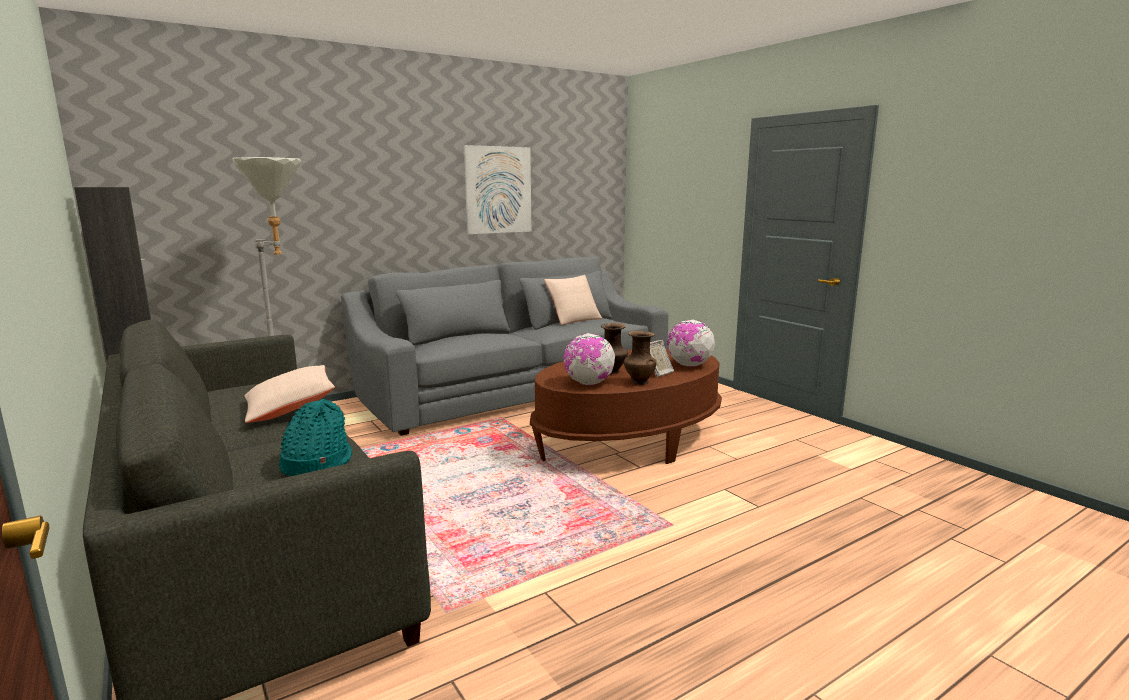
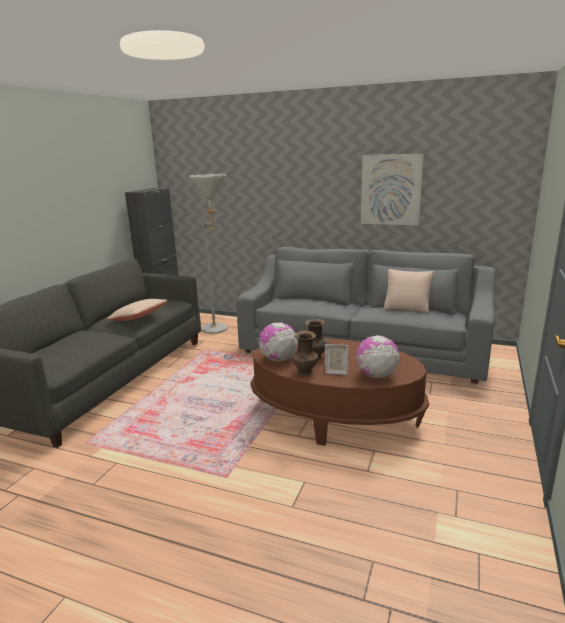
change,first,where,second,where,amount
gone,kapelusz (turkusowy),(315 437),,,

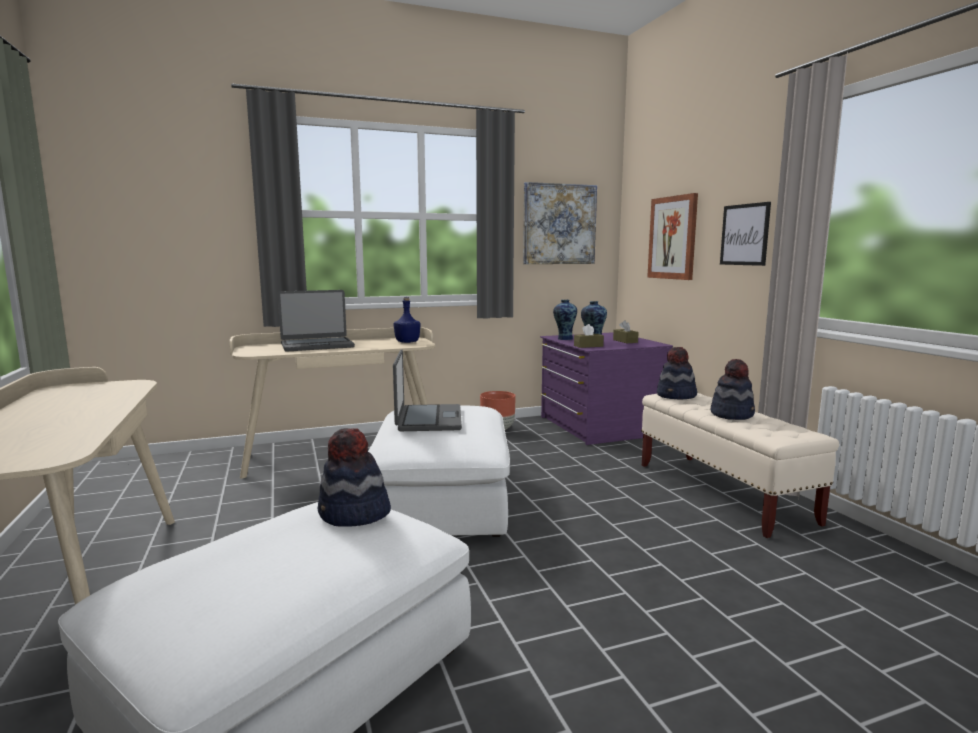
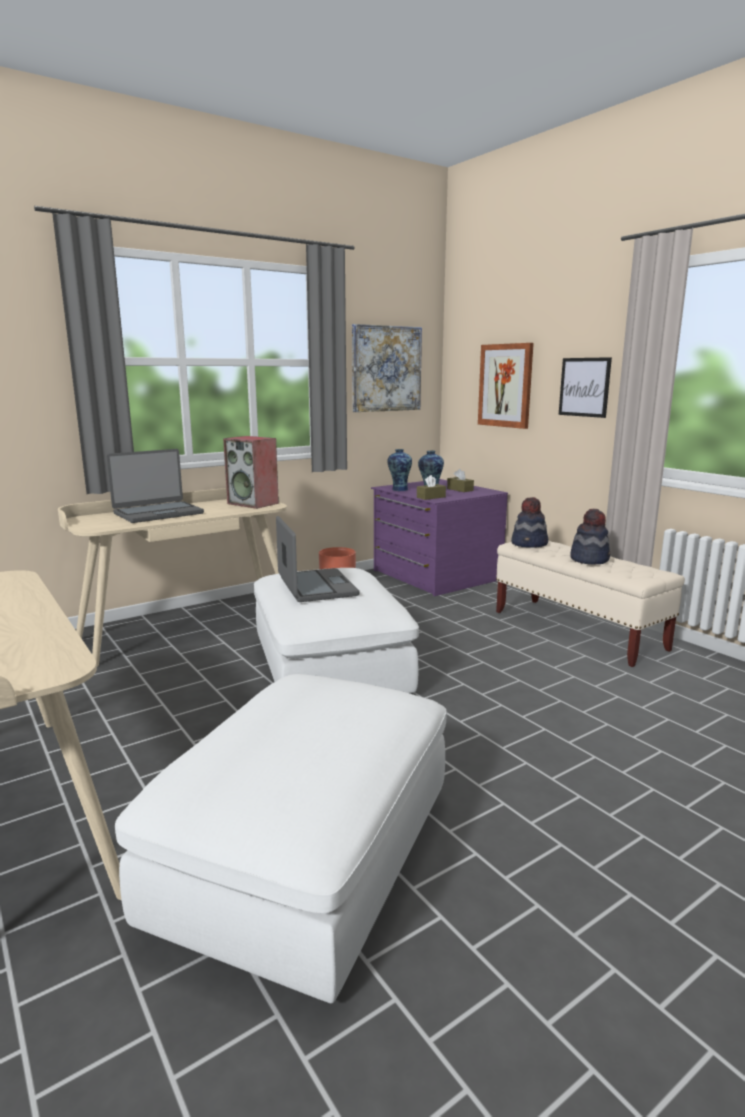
change,first,where,second,where,amount
swapped,butelka (niebieski),(407 320),głośnik,(251 472),
gone,kapelusz,(354 477),,,

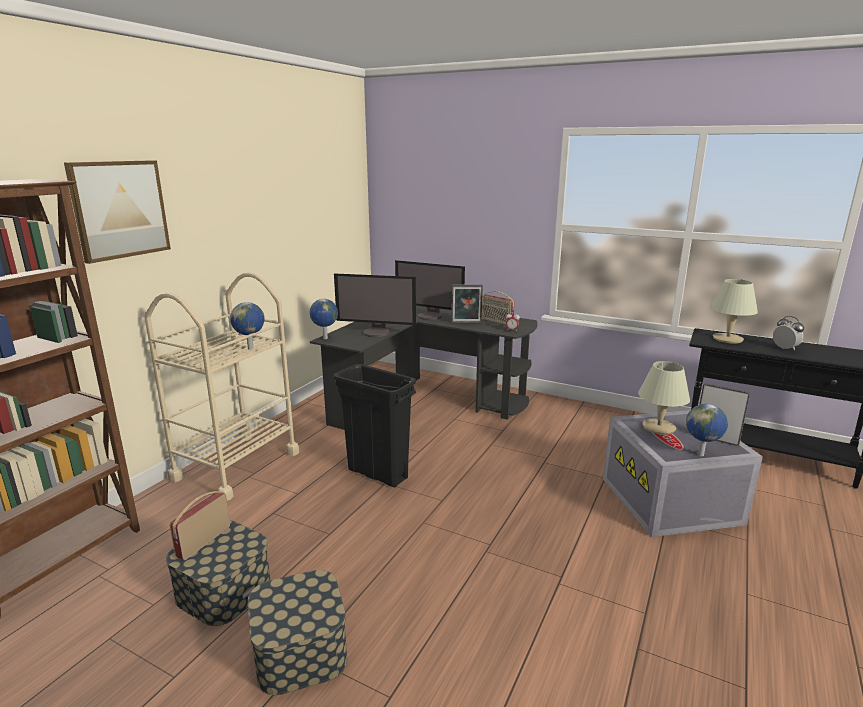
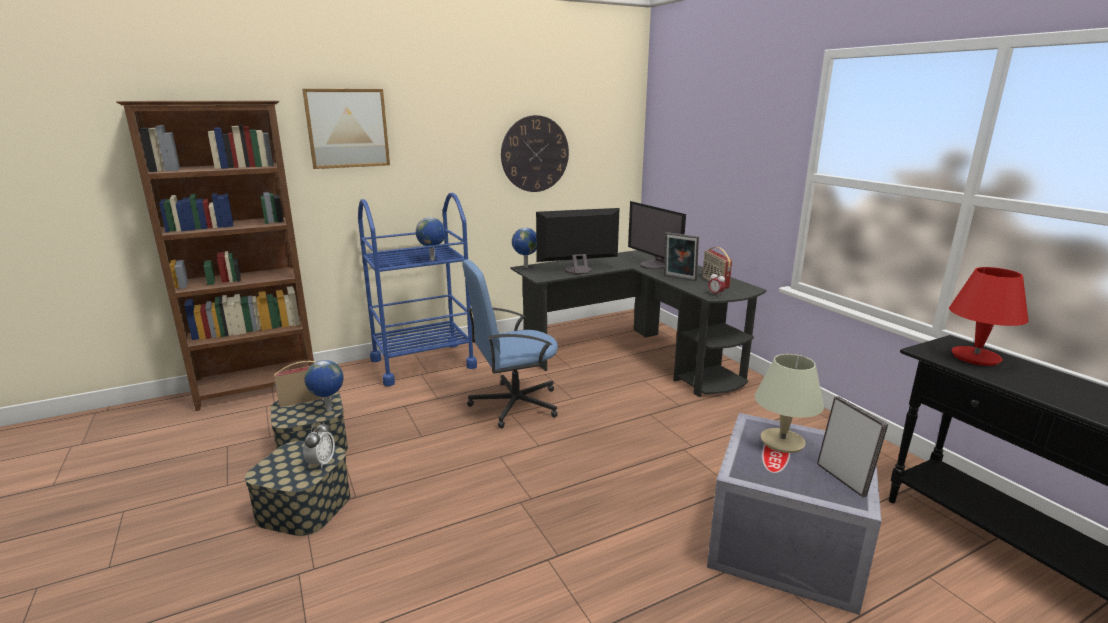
change,first,where,second,where,amount
shifted,budzik,(788 333),,(319 445),
shifted,globus,(707 430),,(324 385),
repainted,wózek (beżowy),(221 386),wózek (niebieski),(417 289),
swapped,kosz na śmieci (czarny),(375 425),krzesło biurowe (niebieski),(510 343),
new,,,zegar ścienny,(535 153),
rotated,monitor,(375 305),,(578 241),120 degrees clockwise
repainted,lampa stołowa (beżowy),(734 311),lampa stołowa (czerwony),(988 316),

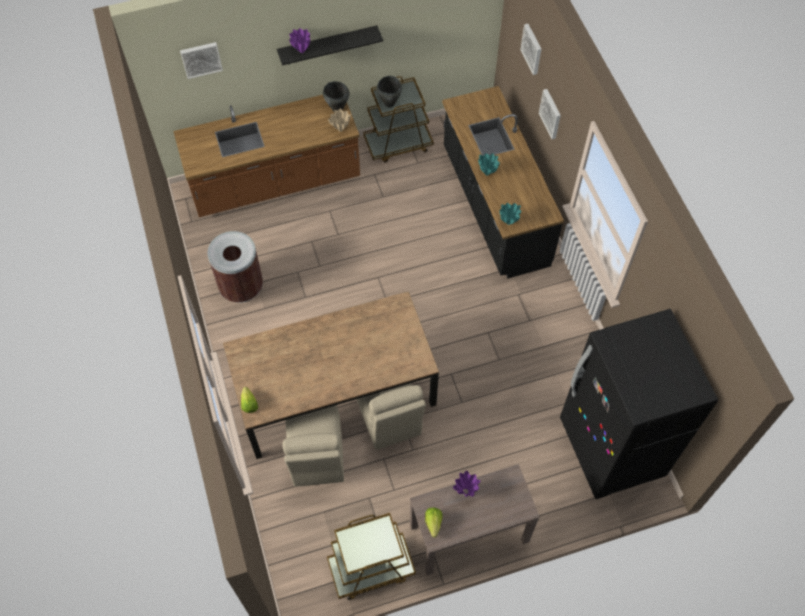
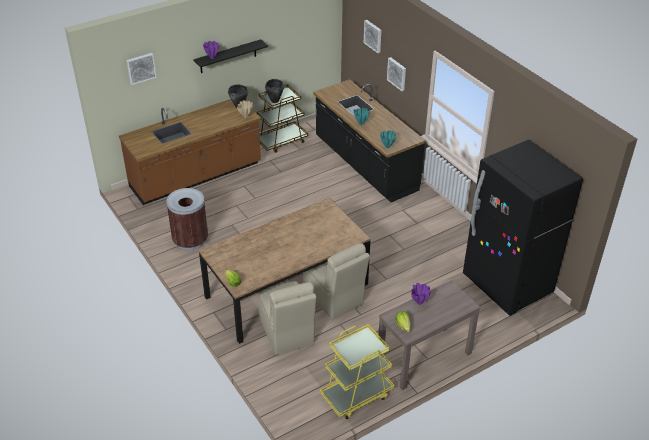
change,first,where,second,where,amount
repainted,wózek (brązowy),(371 556),wózek (żółty),(357 371),

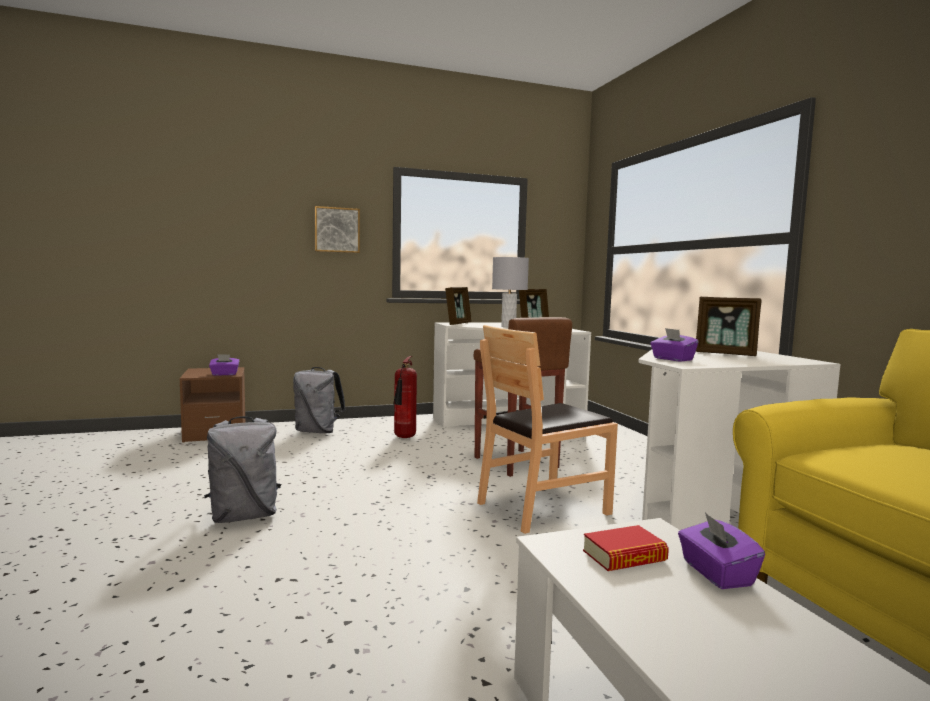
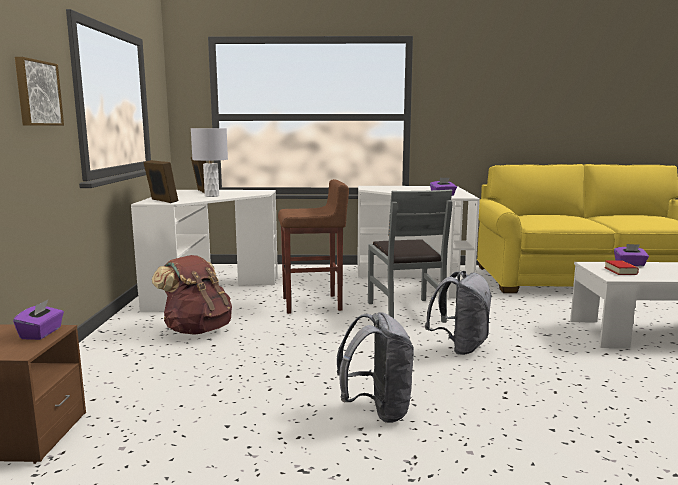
change,first,where,second,where,amount
swapped,gaśnica,(405 397),plecak (brązowy),(192 295),
repainted,krzesło (brązowy),(547 429),krzesło (szary),(410 256),
shifted,plecak (szary),(319 400),,(458 313),
gone,ramka na zdjęcie,(728 326),,,

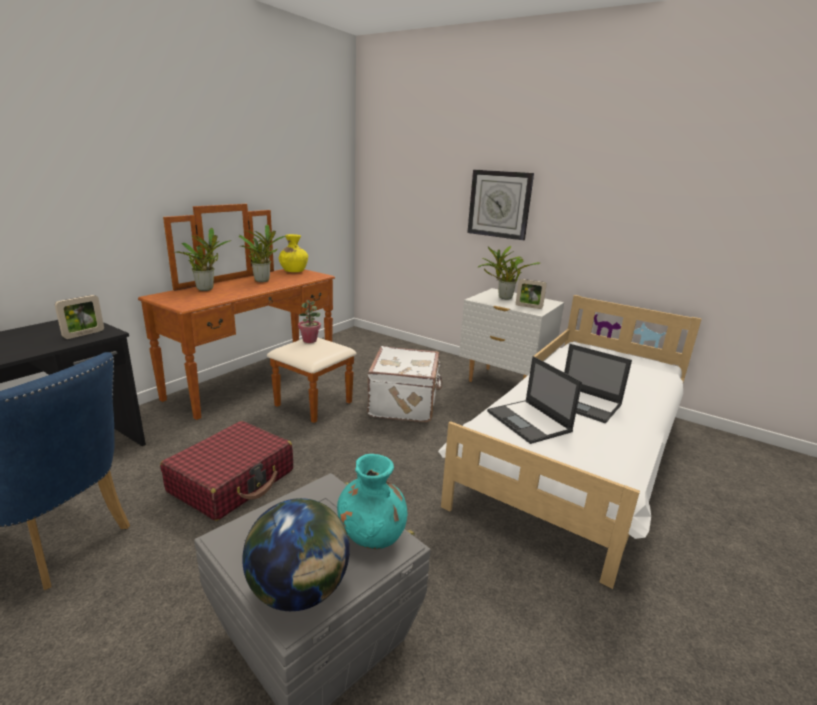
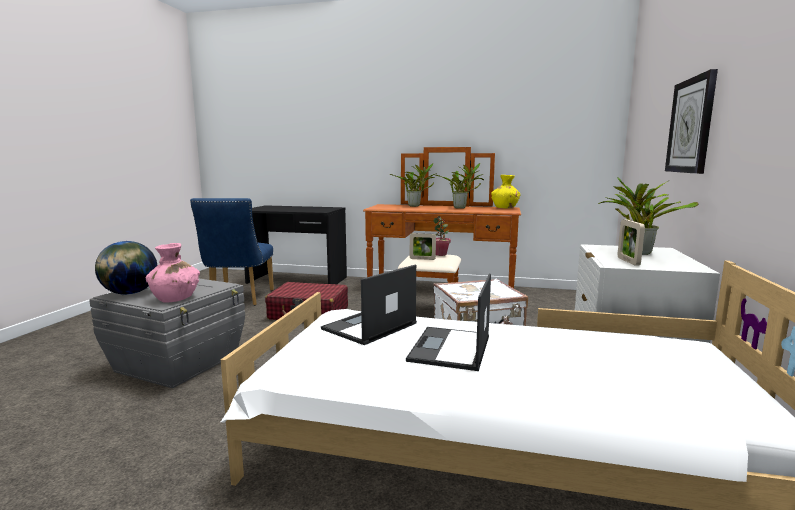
change,first,where,second,where,amount
repainted,wazon (turkusowy),(372 501),wazon (różowy),(173 273),
shifted,ramka na zdjęcie,(79 317),,(423 246),

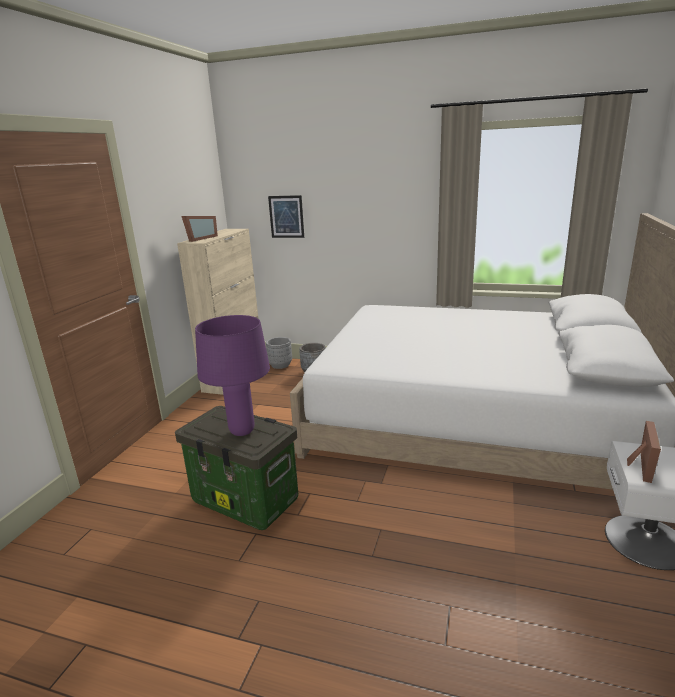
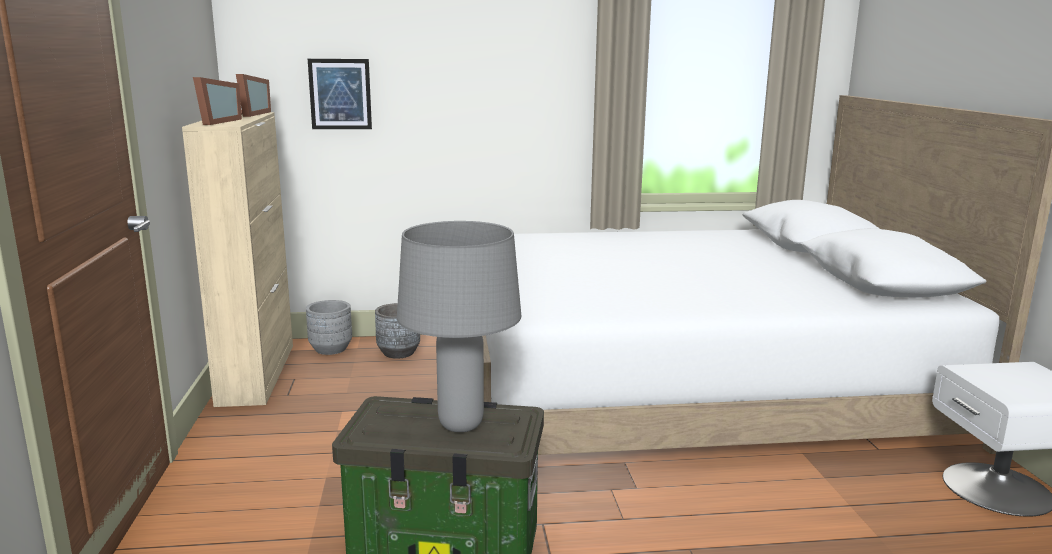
change,first,where,second,where,amount
shifted,ramka na zdjęcie,(644 452),,(253 95),
repainted,lampa stołowa (fioletowy),(232 375),lampa stołowa (szary),(459 326),

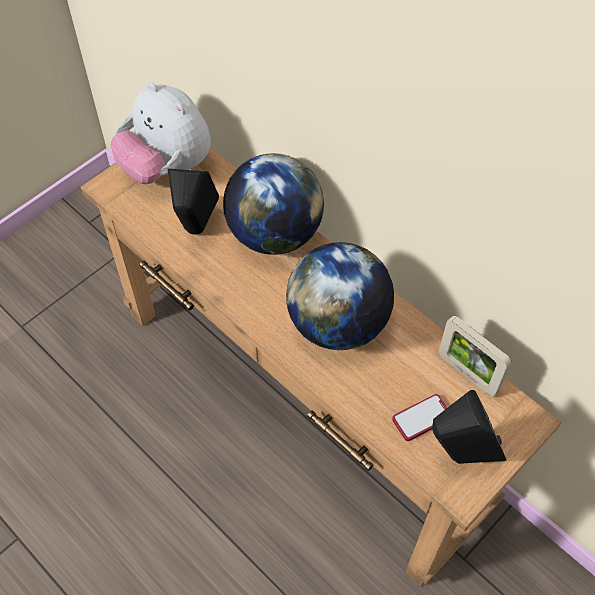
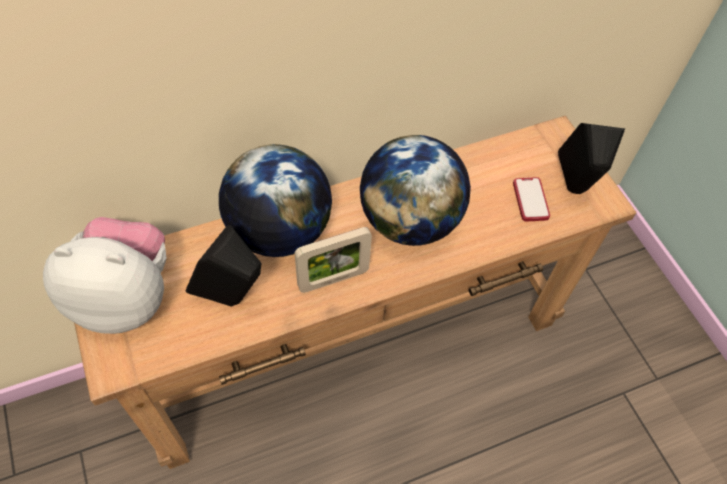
change,first,where,second,where,amount
rotated,pluszak,(161 133),,(105 275),150 degrees counterclockwise
shifted,ramka na zdjęcie,(475 356),,(333 260),

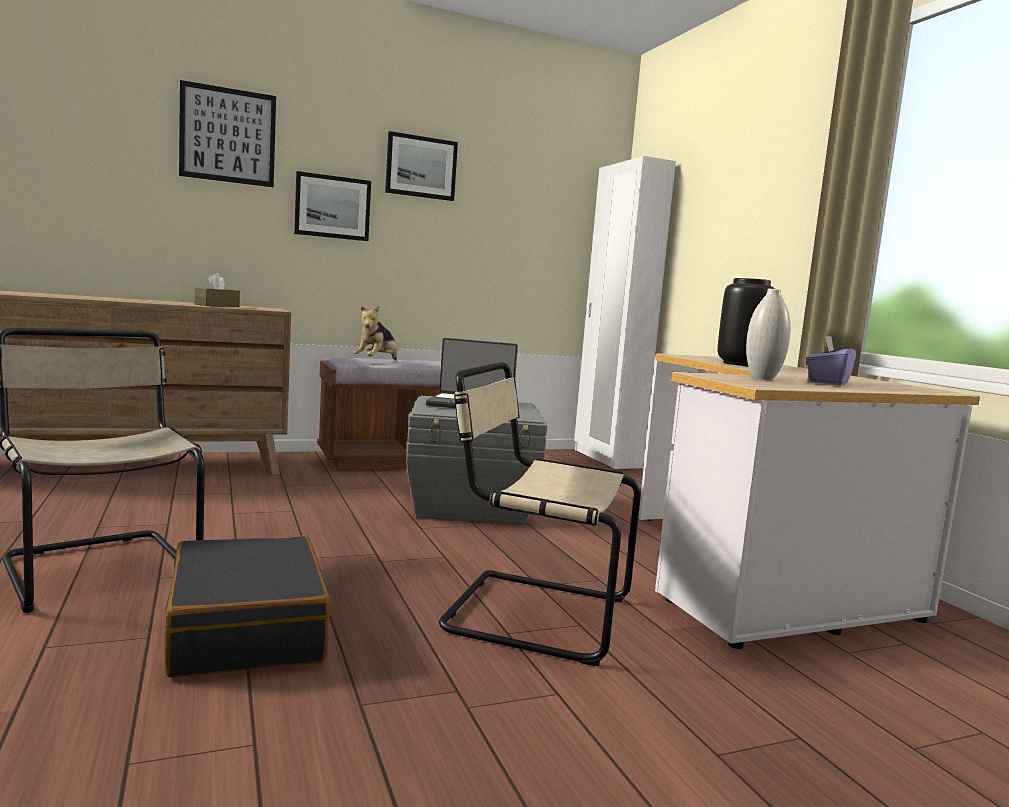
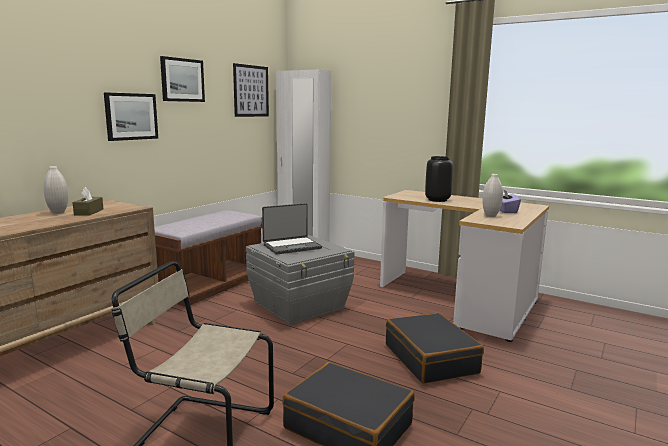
change,first,where,second,where,amount
new,,,wazon (biały),(55 190),
shifted,obraz,(227 133),,(251 90),
swapped,krzesło (beżowy),(540 514),walizka (czarny),(435 348),
gone,pluszak,(375 333),,,

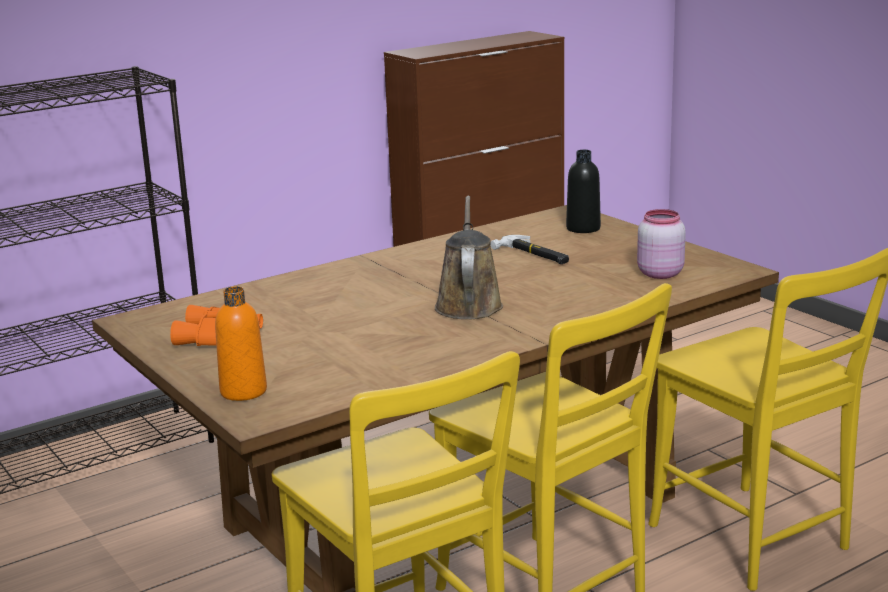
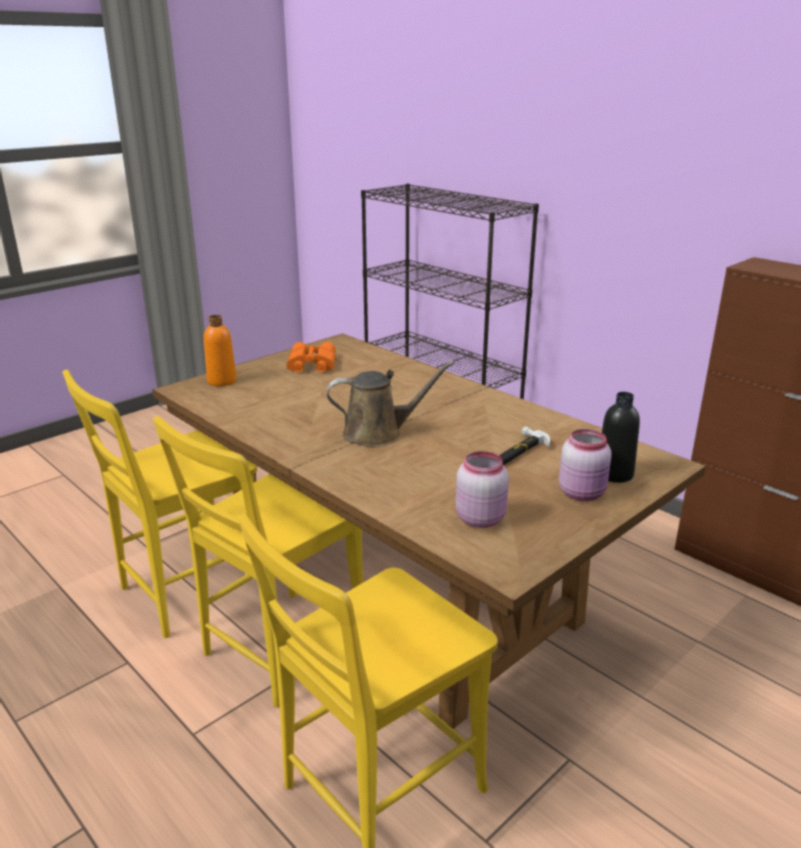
change,first,where,second,where,amount
new,,,słoik (różowy),(585 465),

